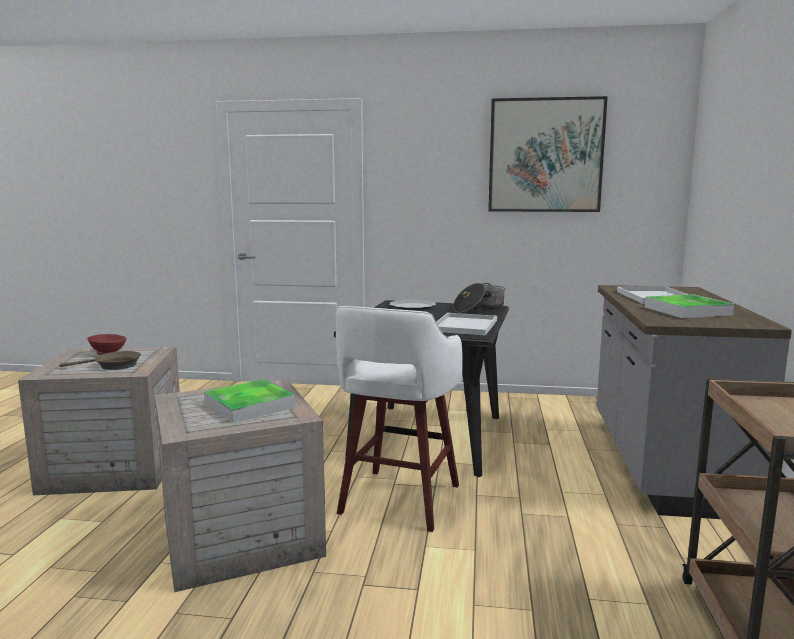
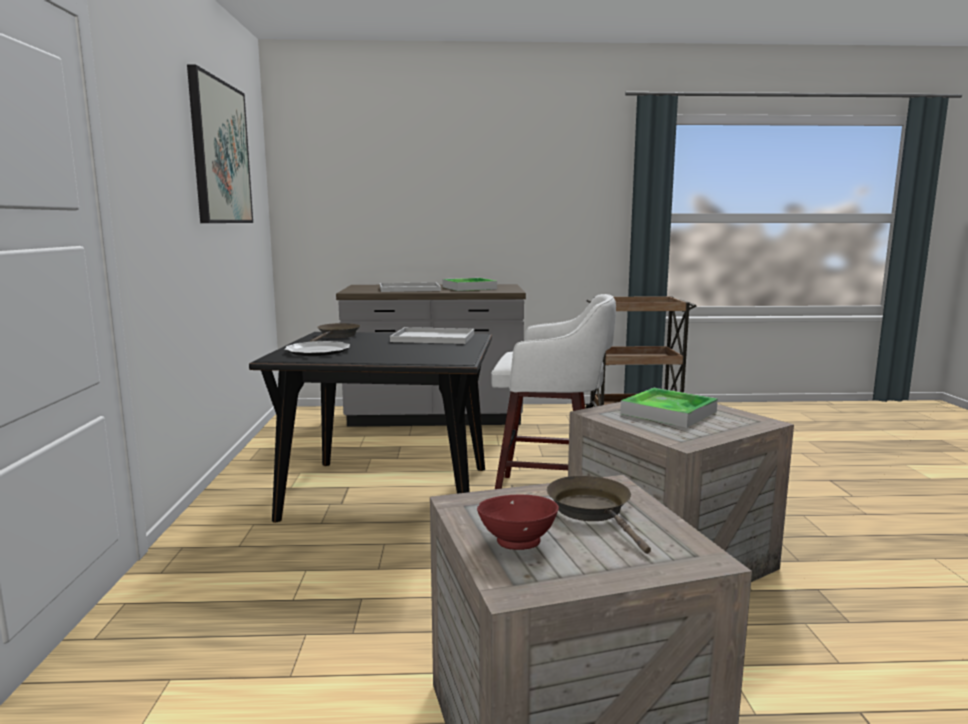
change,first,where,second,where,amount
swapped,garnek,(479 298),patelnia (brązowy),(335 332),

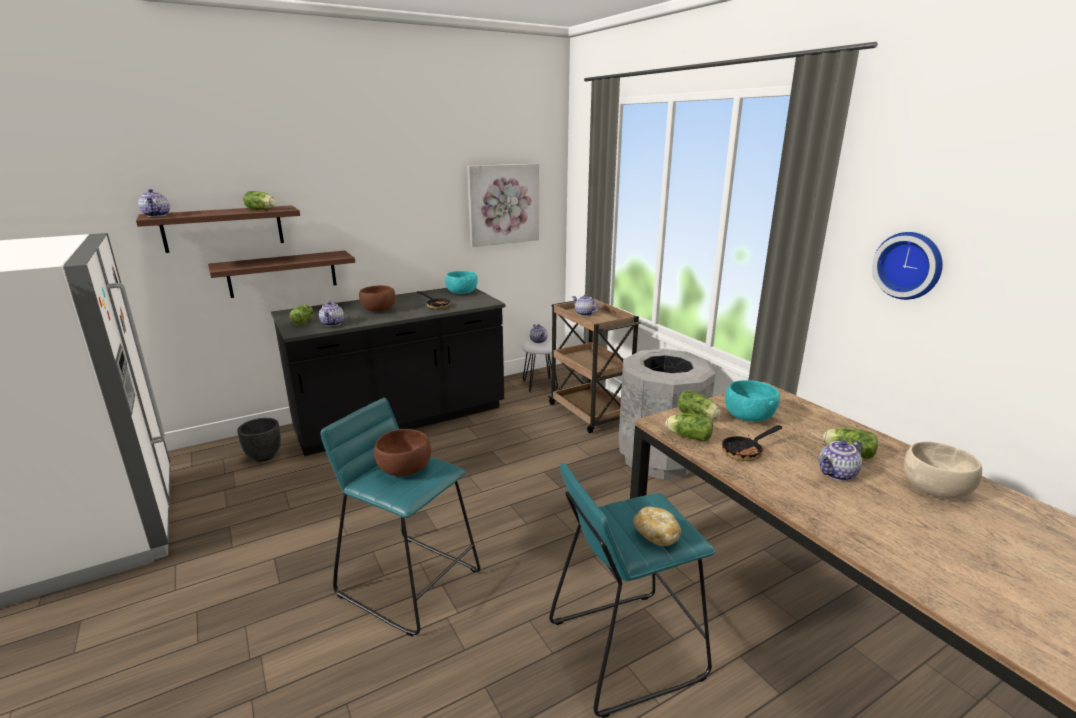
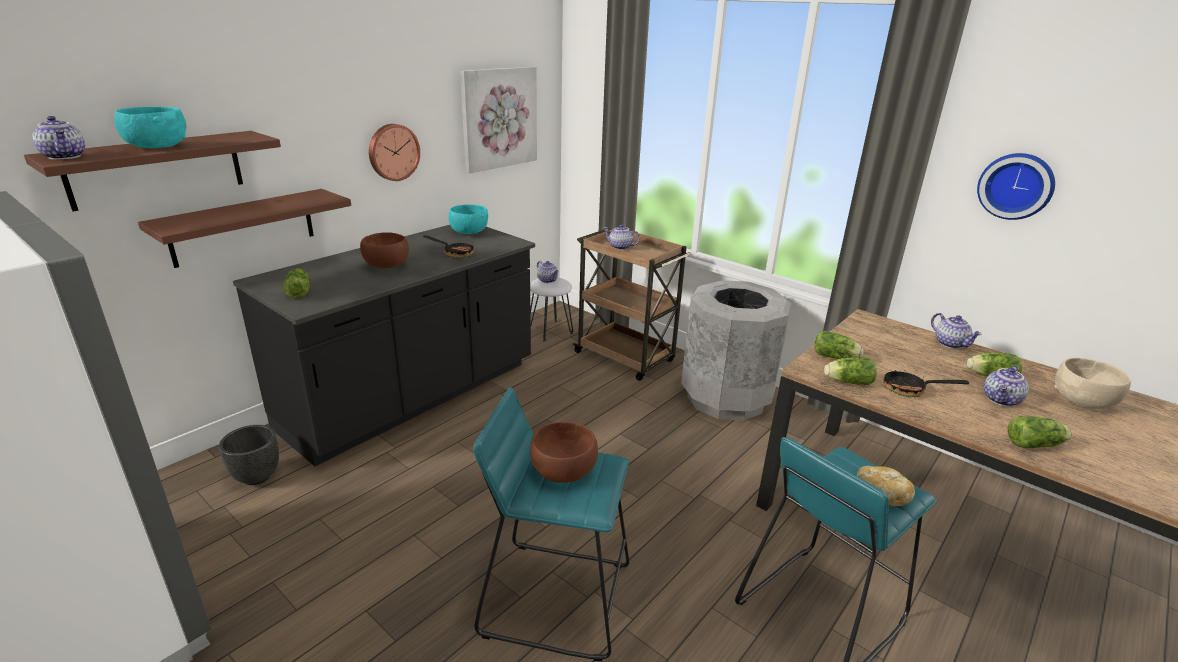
change,first,where,second,where,amount
shifted,miska (turkusowy),(752 401),,(150 127),
new,,,zegar ścienny,(394 152),
rotated,patelnia,(752 443),,(926 383),60 degrees clockwise
shifted,imbryk,(331 313),,(956 331),
shifted,sałata,(259 200),,(1040 432),

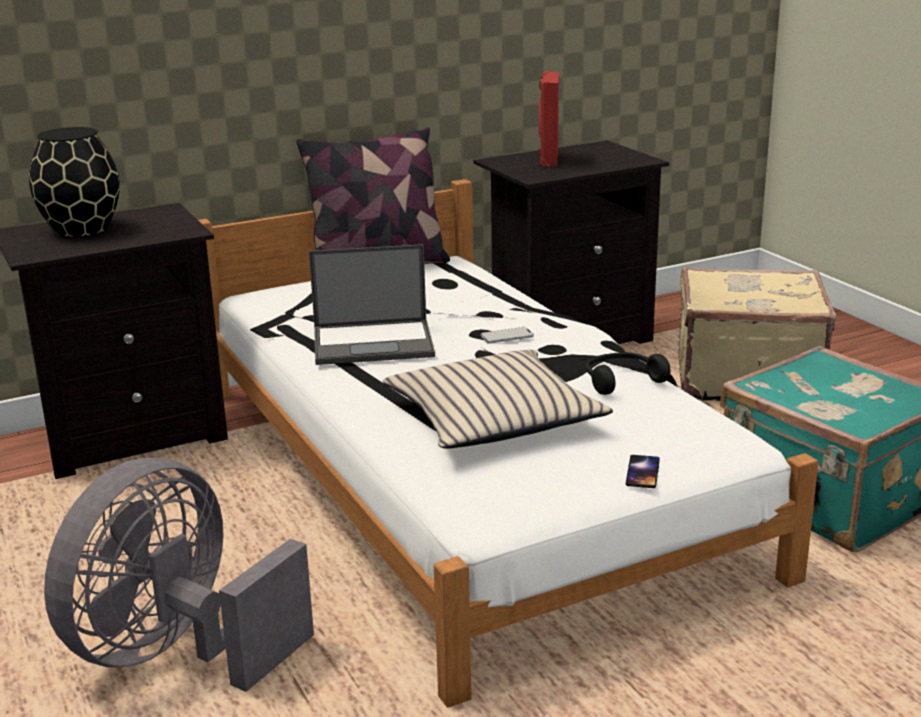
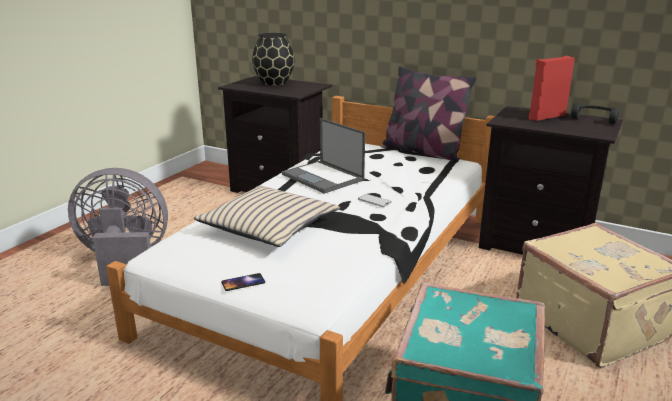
change,first,where,second,where,amount
shifted,słuchawki (czarny),(628 373),,(595 113),

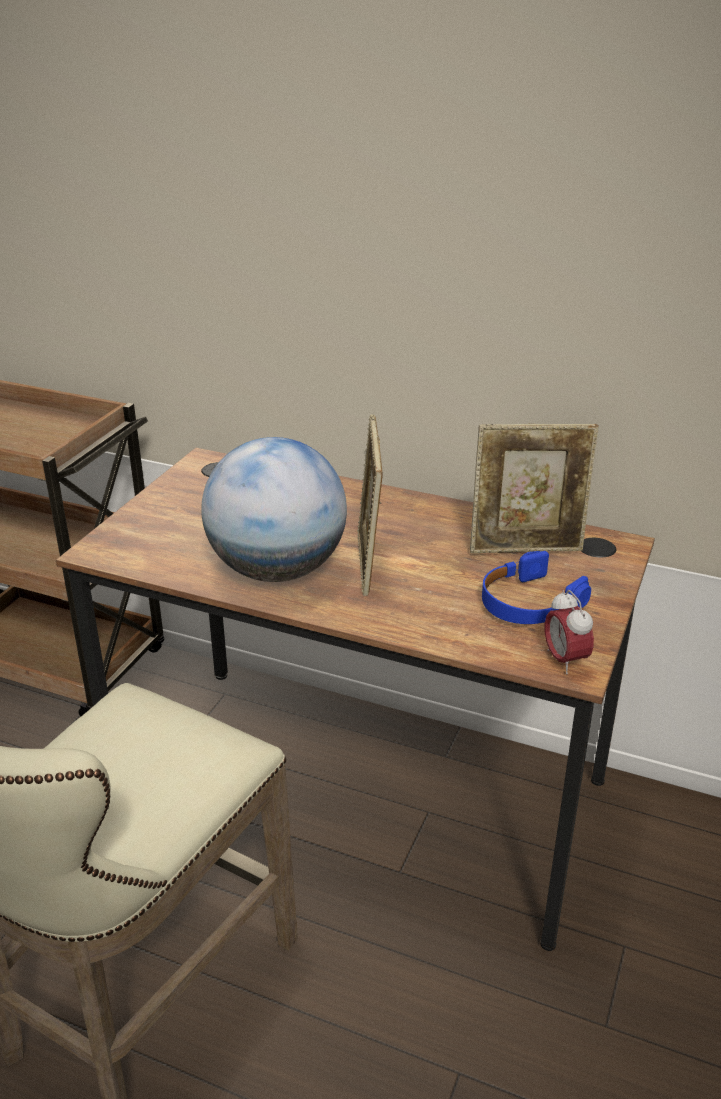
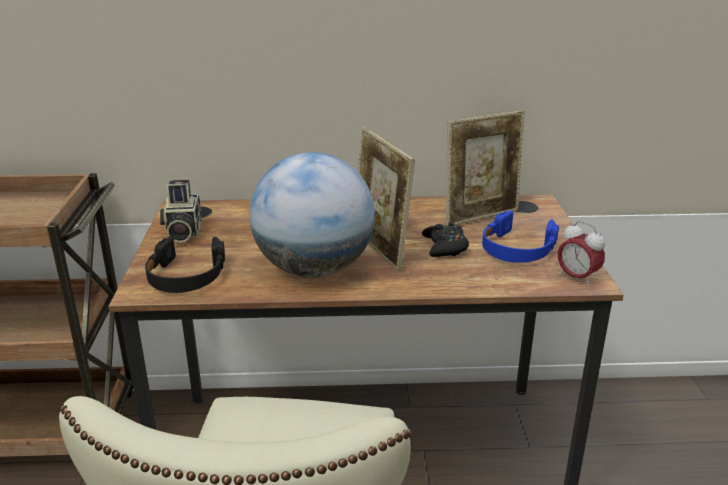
change,first,where,second,where,amount
new,,,słuchawki (czarny),(185 264),
new,,,aparat fotograficzny,(181 211),
new,,,pad do gier (czarny),(445 239),

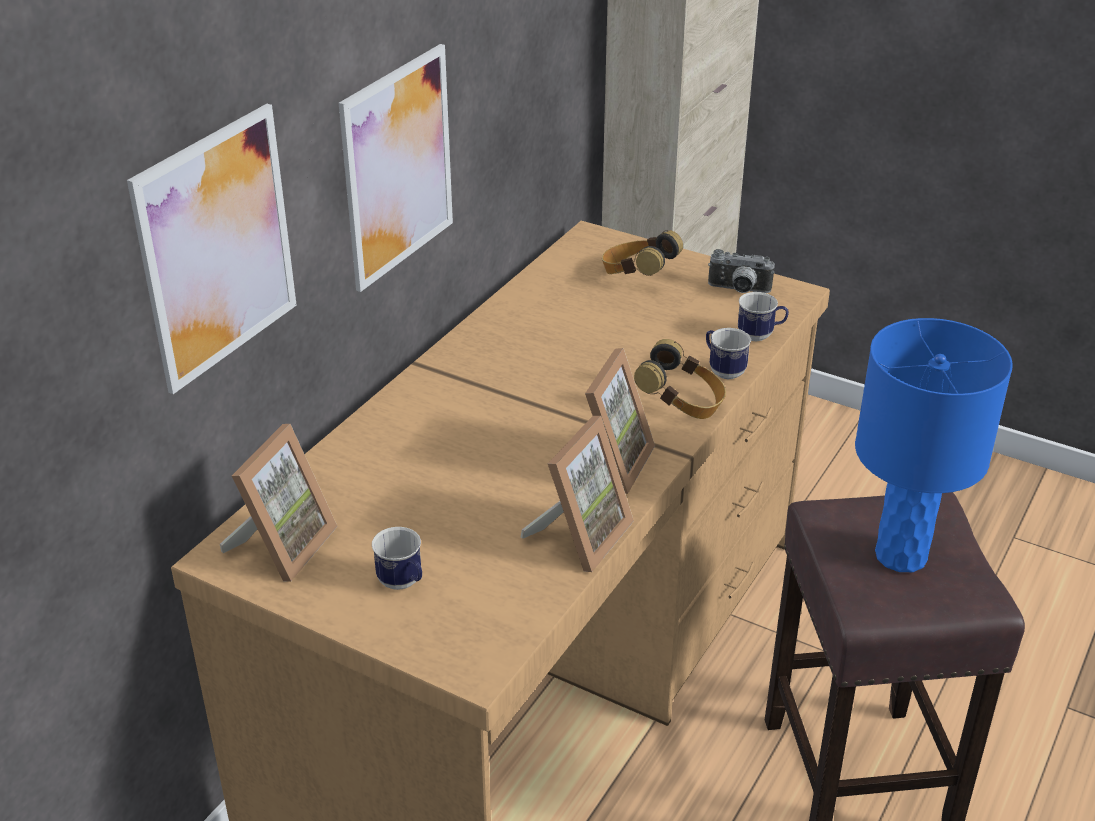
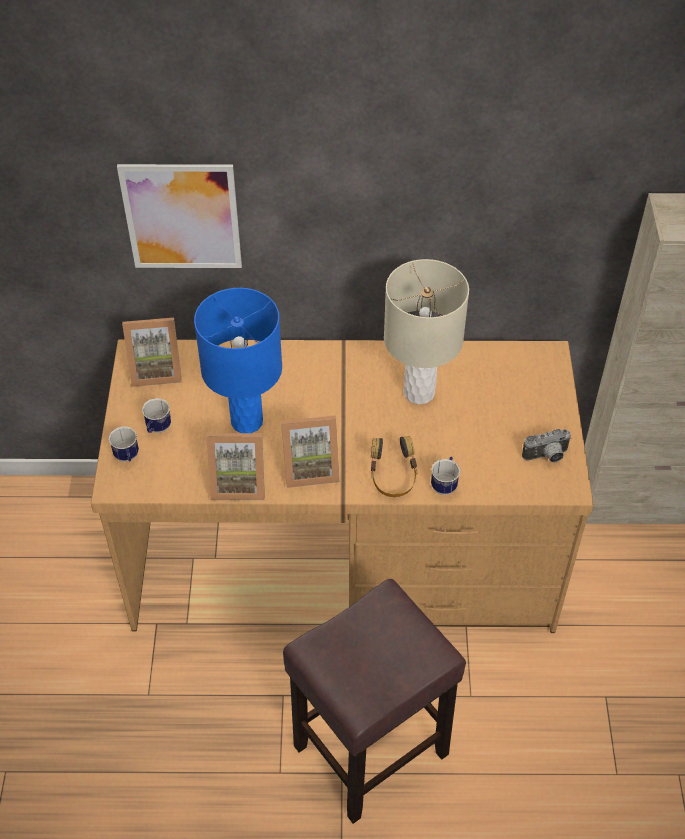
change,first,where,second,where,amount
shifted,kubek,(763 316),,(124 444),
shifted,lampa stołowa (niebieski),(934 445),,(238 360),
new,,,lampa stołowa (beżowy),(426 332),
rotated,aparat fotograficzny,(741 271),,(546 445),90 degrees counterclockwise
gone,obraz,(396 168),,,
gone,słuchawki,(642 253),,,

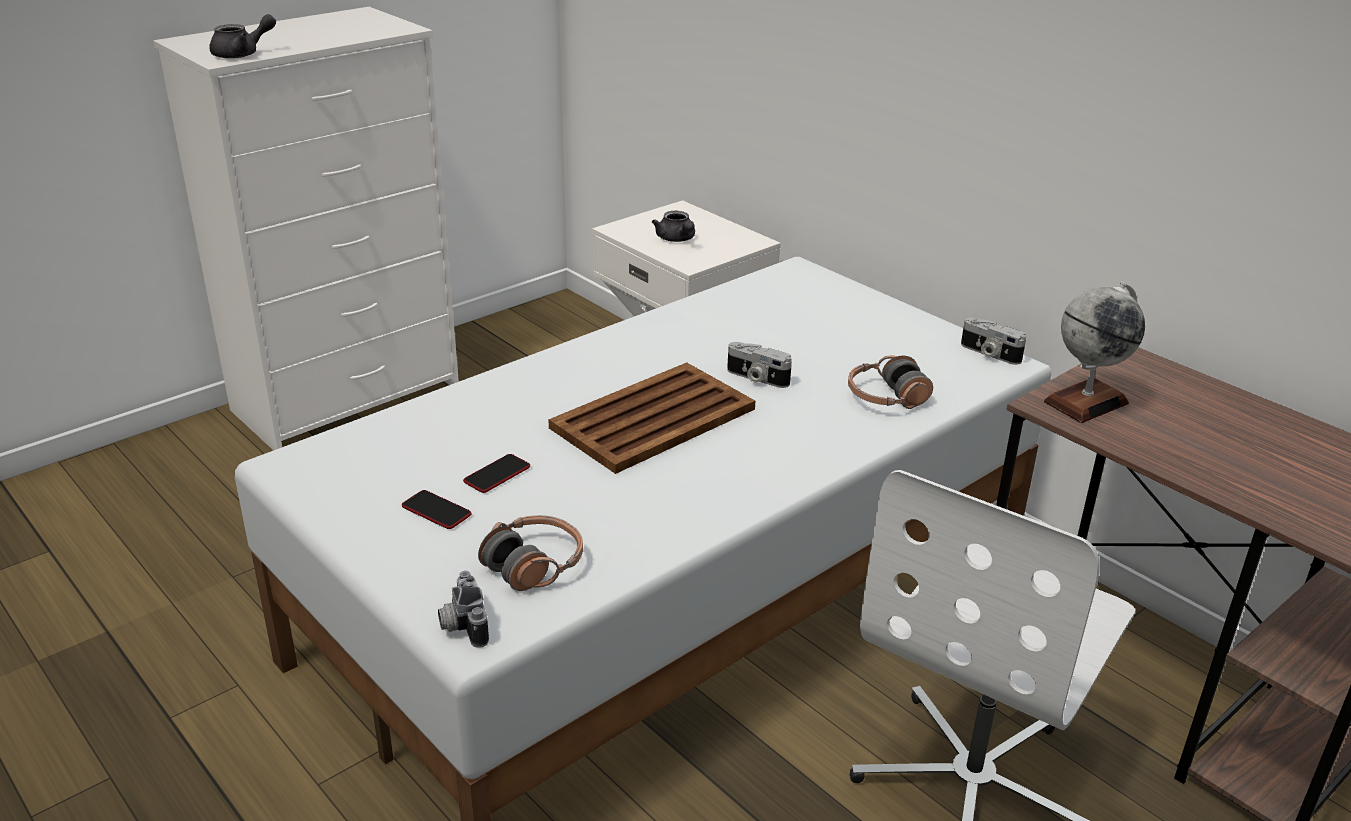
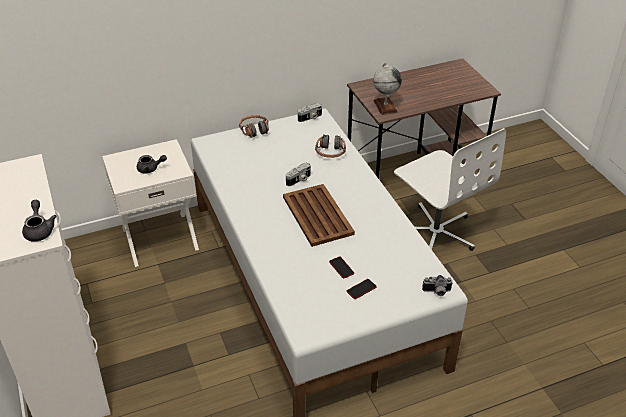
change,first,where,second,where,amount
shifted,słuchawki,(530 553),,(254 126),

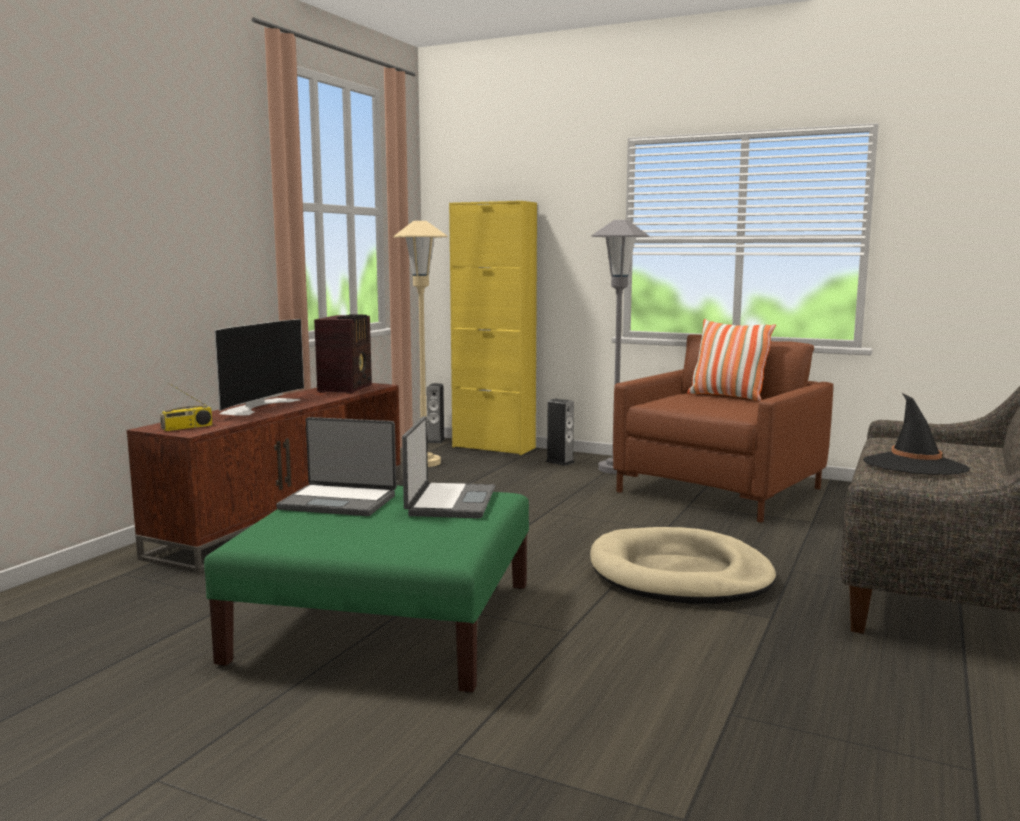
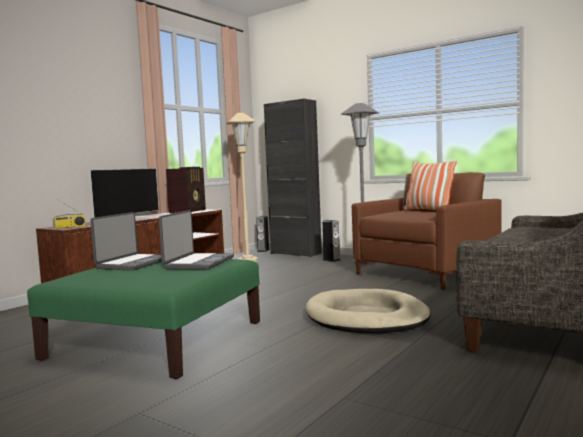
change,first,where,second,where,amount
rotated,laptop,(336 466),,(126 241),90 degrees counterclockwise
repainted,szafka (żółty),(493 328),szafka (czarny),(293 178),
gone,kapelusz (czarny),(916 434),,,

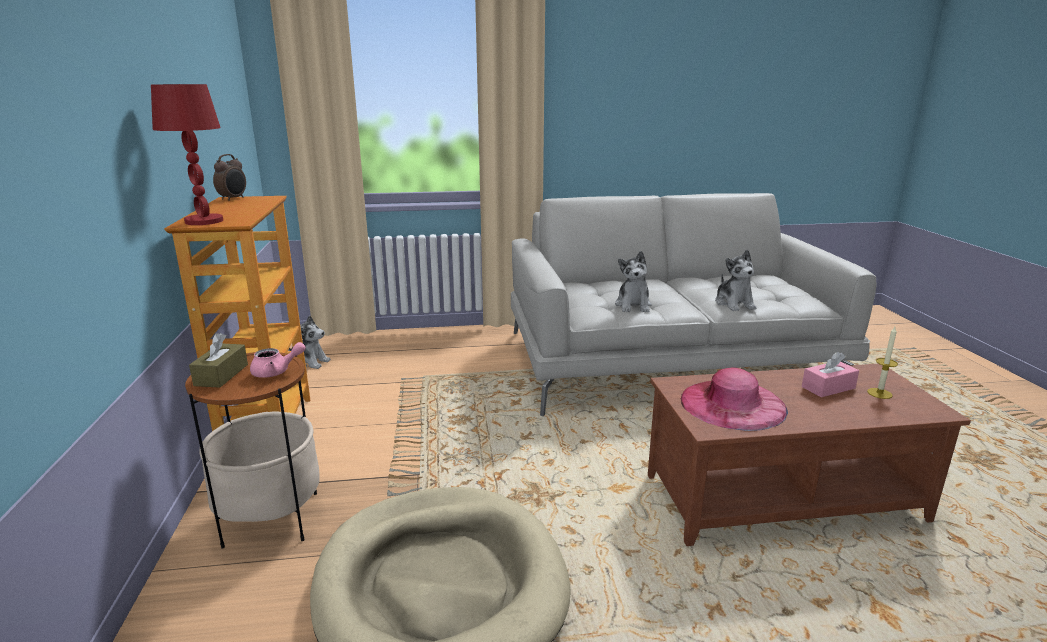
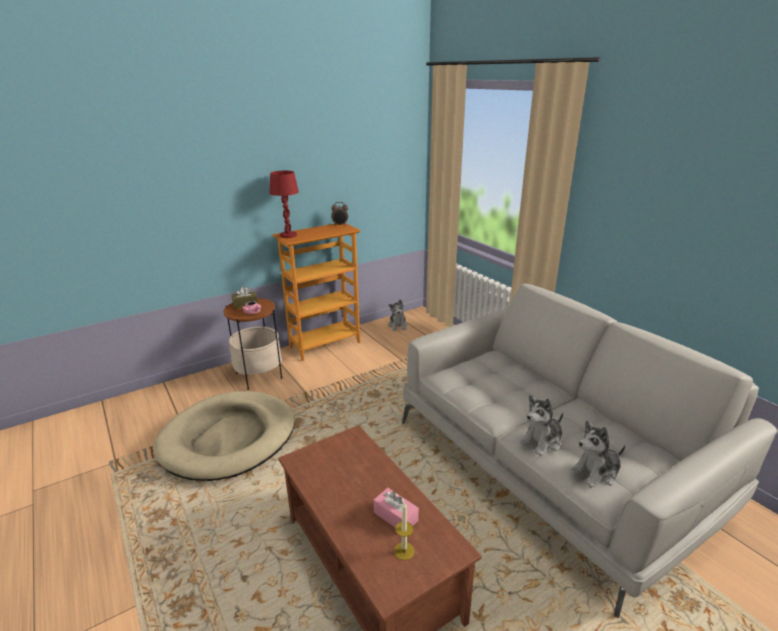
change,first,where,second,where,amount
shifted,pluszak,(633 281),,(598 454),
gone,kapelusz (różowy),(734 399),,,

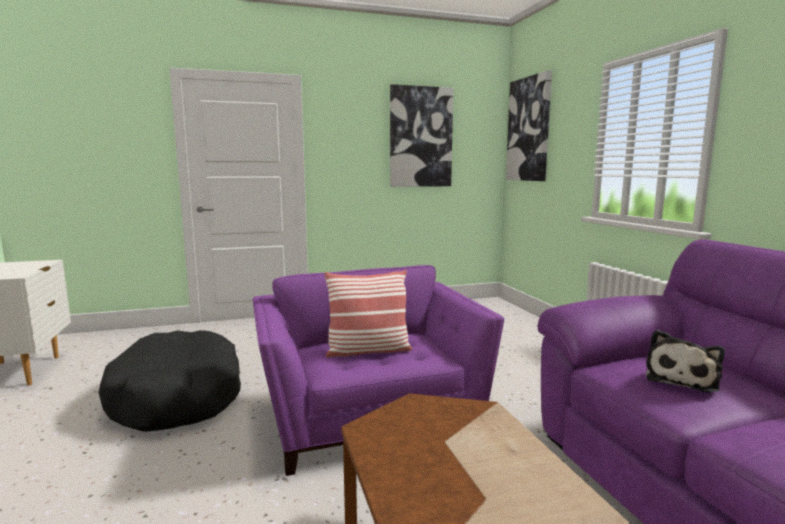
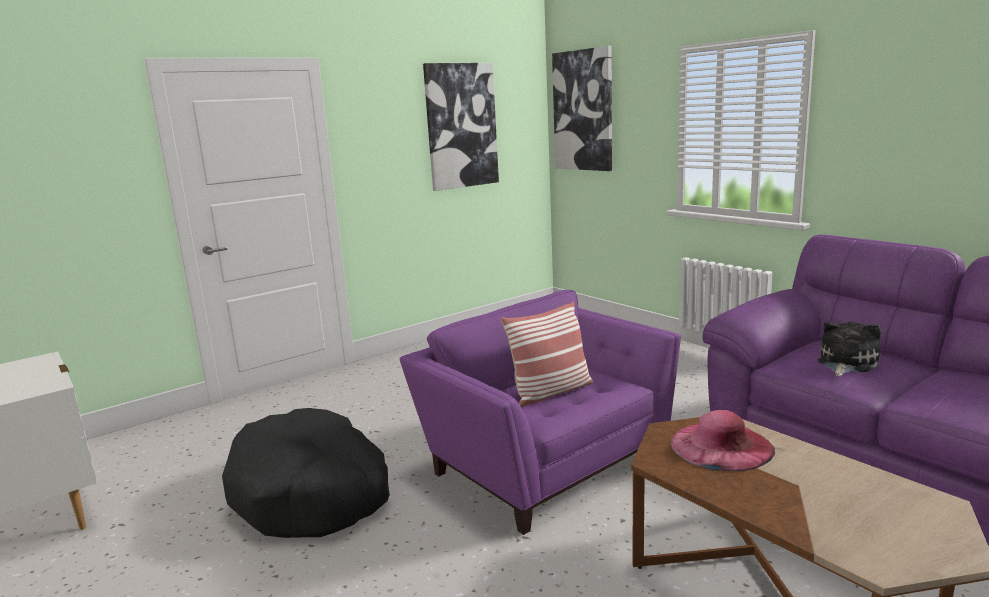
change,first,where,second,where,amount
new,,,kapelusz (różowy),(723 440),
rotated,pluszak,(685 361),,(849 348),150 degrees counterclockwise

